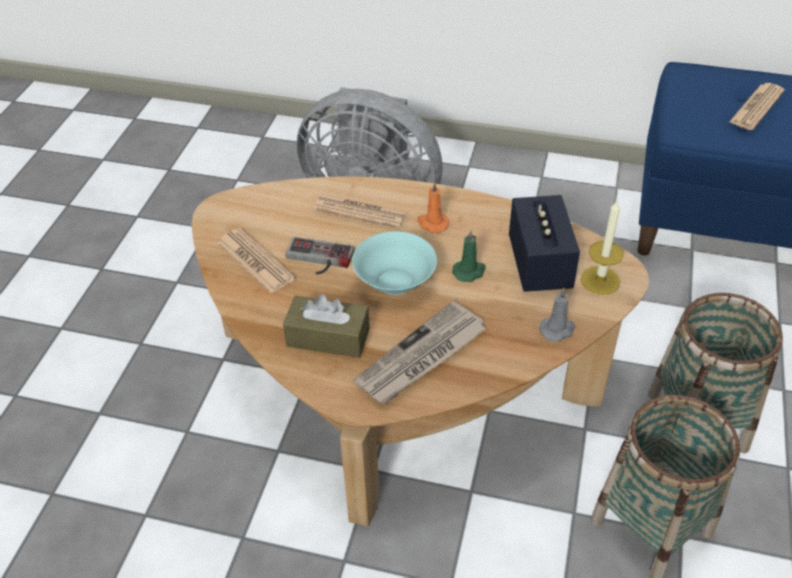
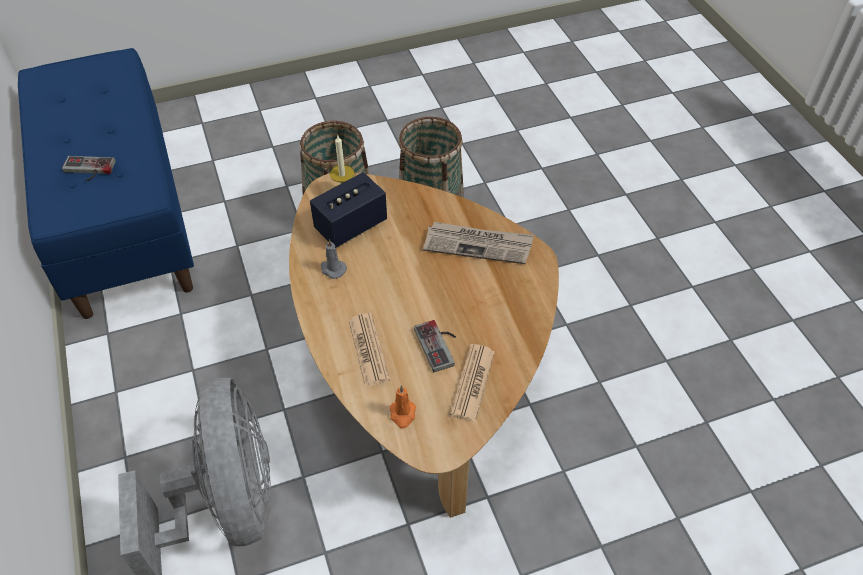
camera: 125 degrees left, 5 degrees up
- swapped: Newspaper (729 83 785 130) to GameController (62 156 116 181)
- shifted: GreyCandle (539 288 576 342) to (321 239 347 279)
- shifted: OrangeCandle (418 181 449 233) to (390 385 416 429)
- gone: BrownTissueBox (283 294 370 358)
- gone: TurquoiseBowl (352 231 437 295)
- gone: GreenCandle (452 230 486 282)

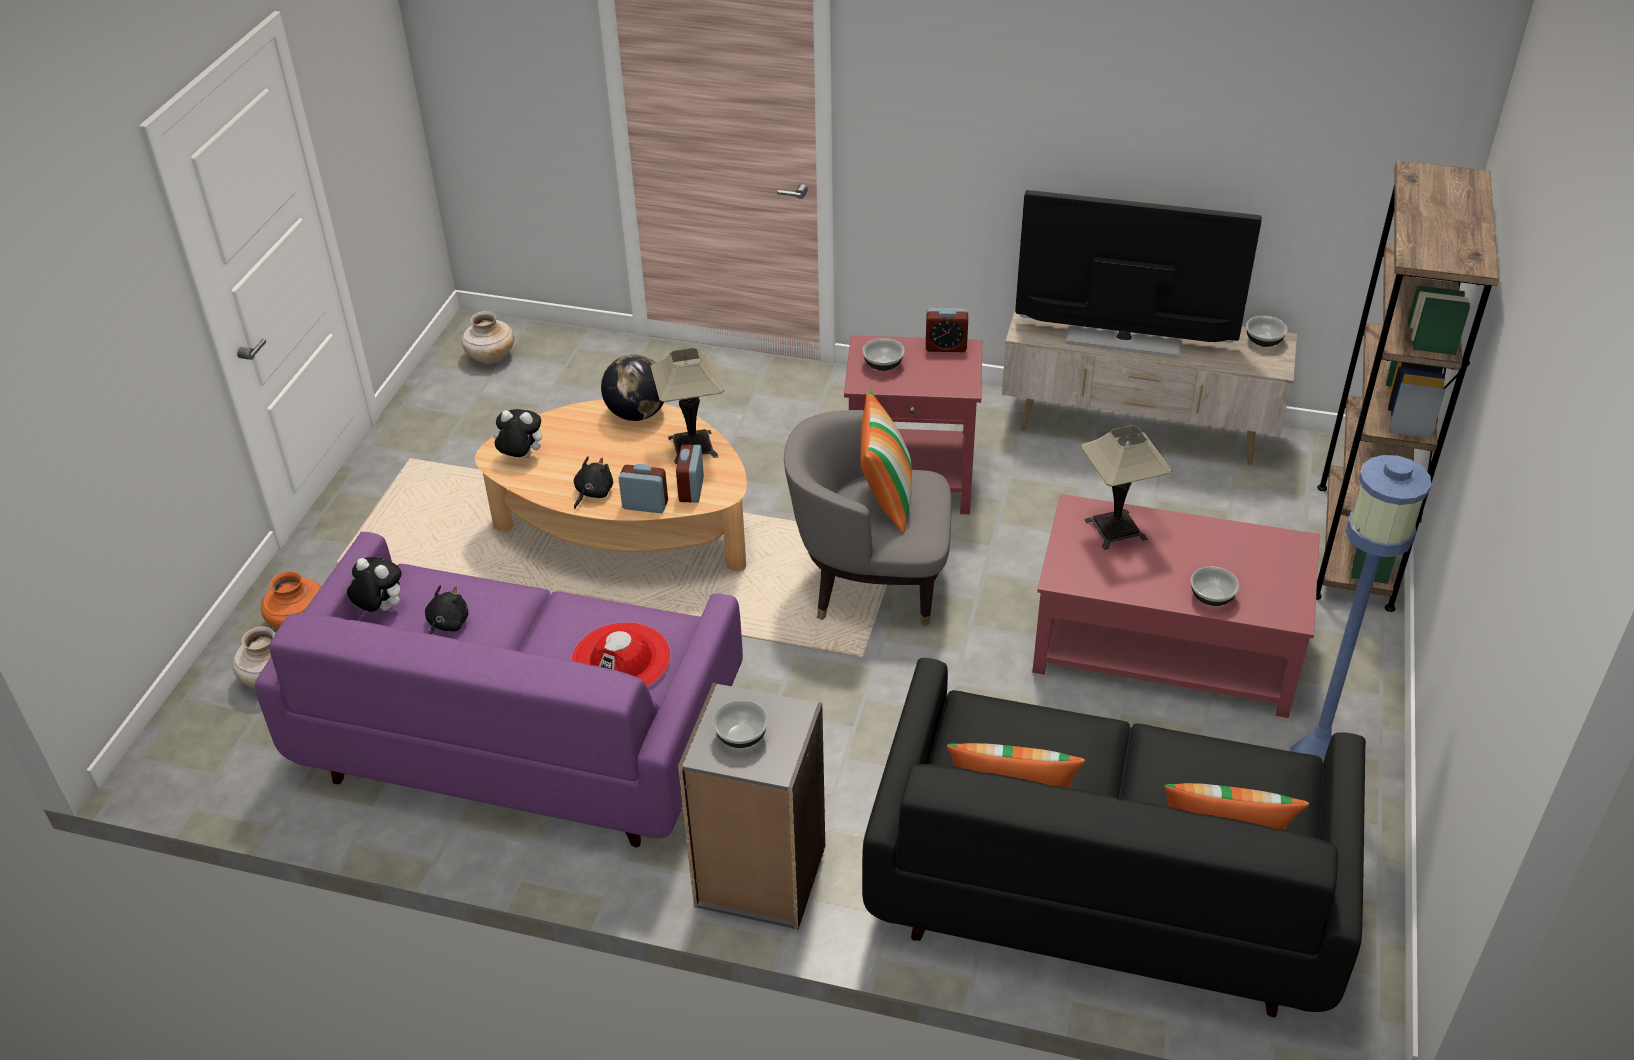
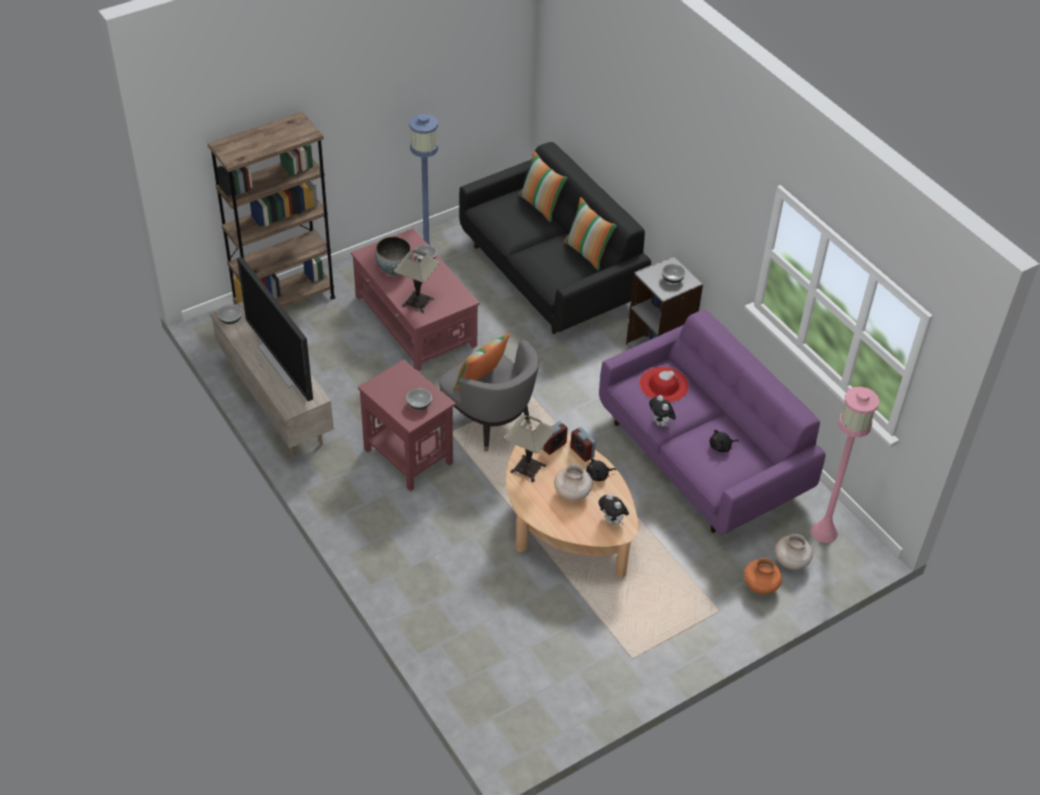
camera: 140 degrees left, 5 degrees up
- new: Bowl (375 237 412 276)
- shifted: BeigeVase (461 311 514 364) to (554 464 592 501)
- shifted: PlushToy (347 557 402 612) to (649 395 676 427)
- new: PinkFloorLamp (811 387 880 543)
- gone: Globe (601 354 664 421)
- gone: AlarmClock (926 308 968 352)

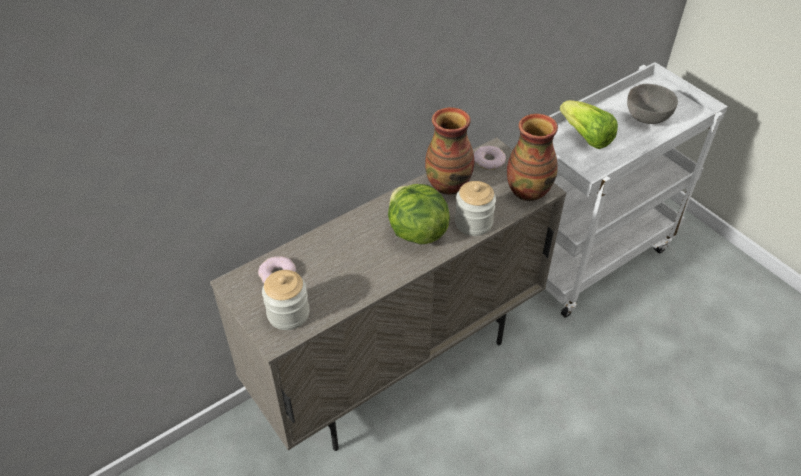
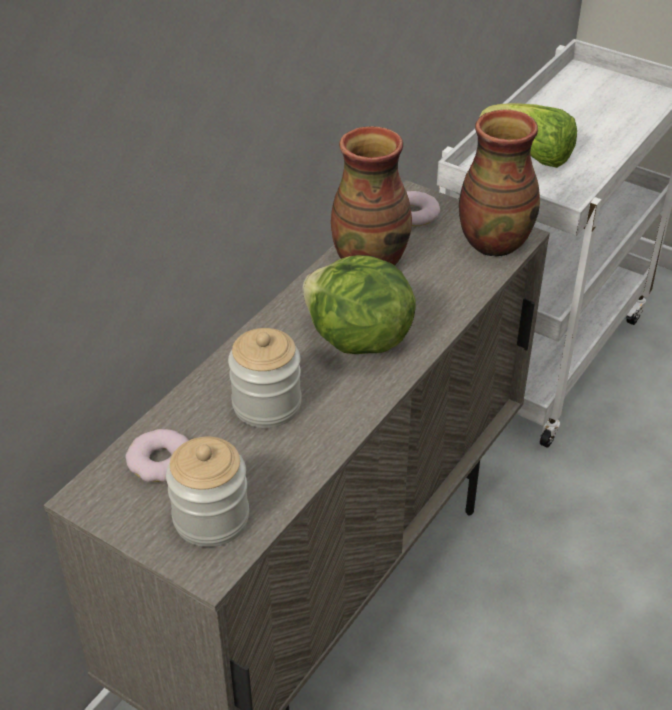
camera: 20 degrees left, 5 degrees down
- shifted: Jar (455 181 496 236) to (228 328 302 428)
- gone: GreyBowl (627 84 678 124)

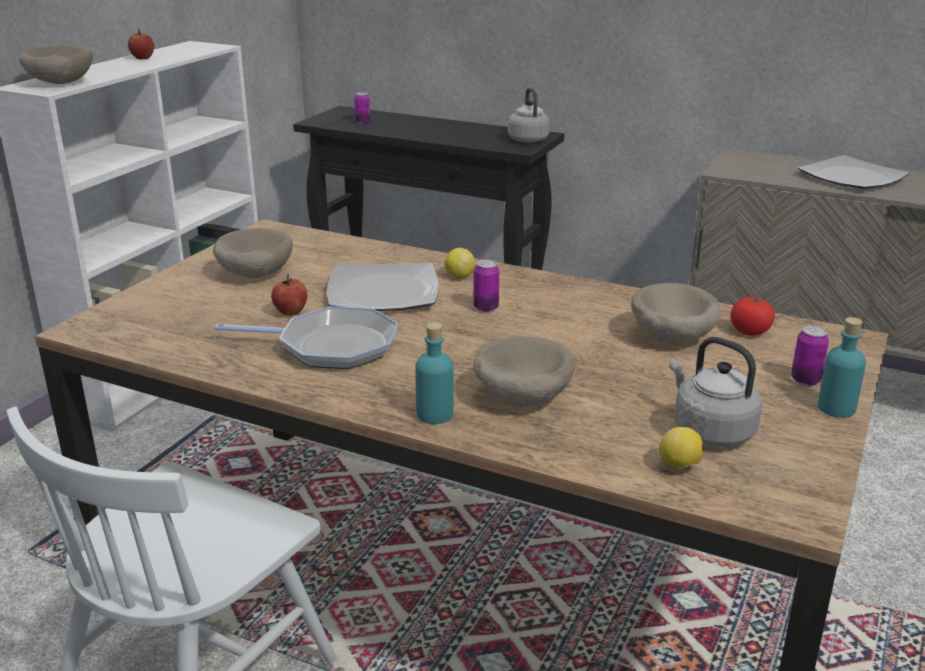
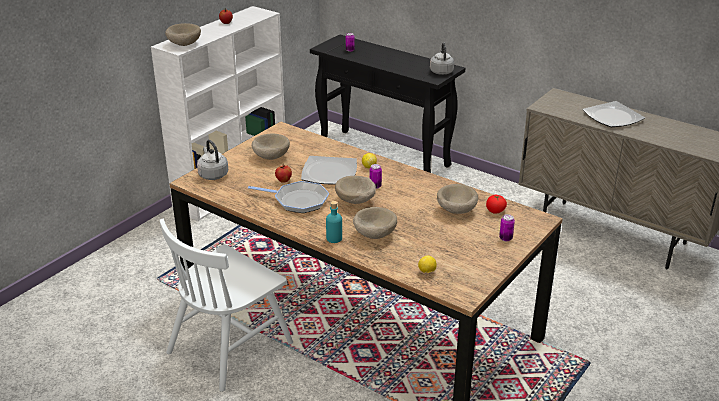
camera: 10 degrees right, 5 degrees up
- shifted: GreyKettle (669 337 762 447) to (197 140 228 180)
- new: BeigeBowl (335 176 376 204)
- gone: TurquoiseBottle (818 317 866 418)

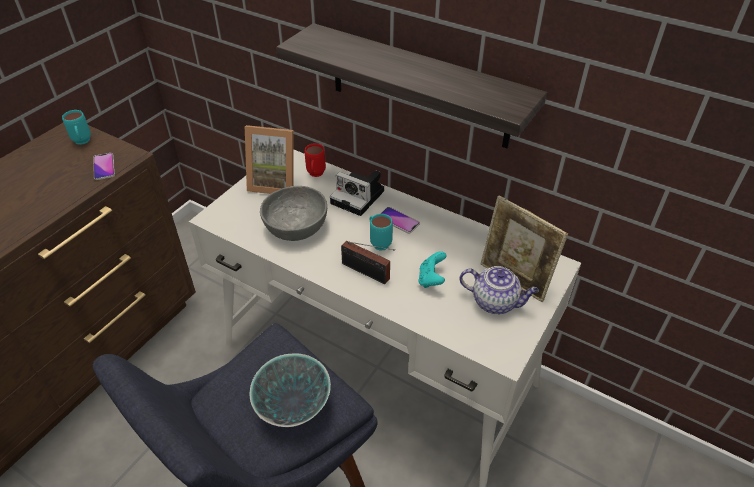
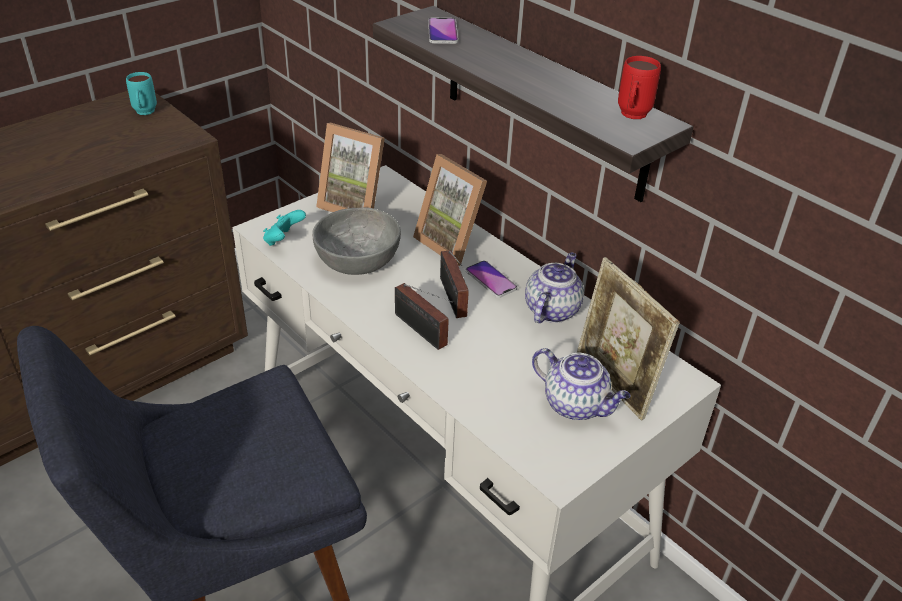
camera: 15 degrees right, 5 degrees down
- shifted: TurquoiseGameController (418 251 446 288) to (263 210 306 246)
- swapped: PhotoCamera (330 171 384 216) to PictureFrame (413 154 487 266)
- shifted: Phone (93 153 115 180) to (428 18 458 44)
- swapped: TurquoiseMug (370 214 393 251) to Radio (440 250 470 318)
- new: Teapot (525 252 584 323)
- shifted: RedMug (305 143 326 177) to (618 56 661 119)
- gone: Bowl (250 354 331 427)

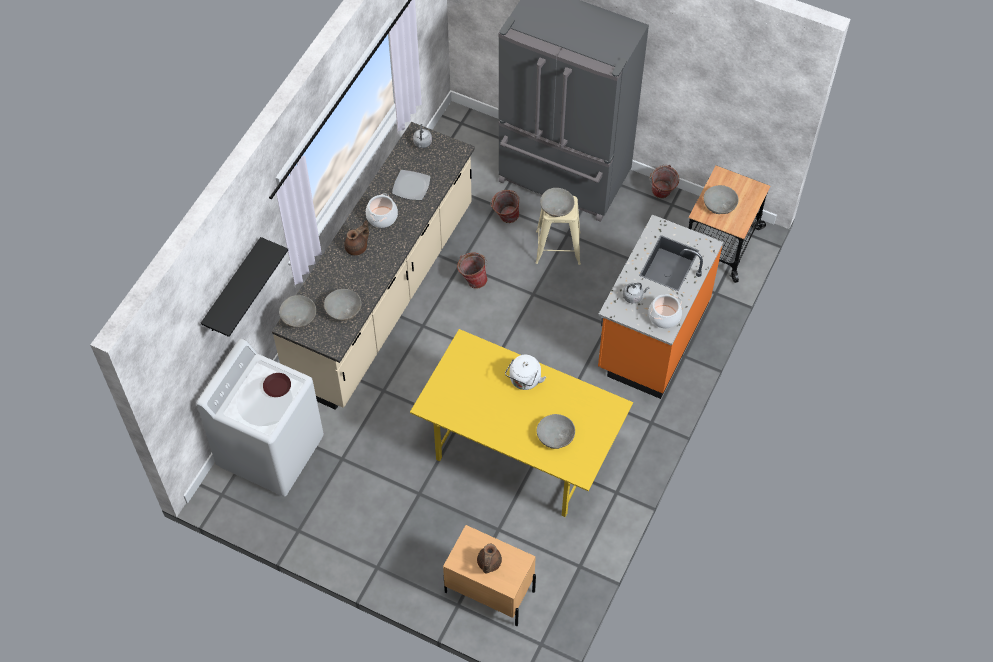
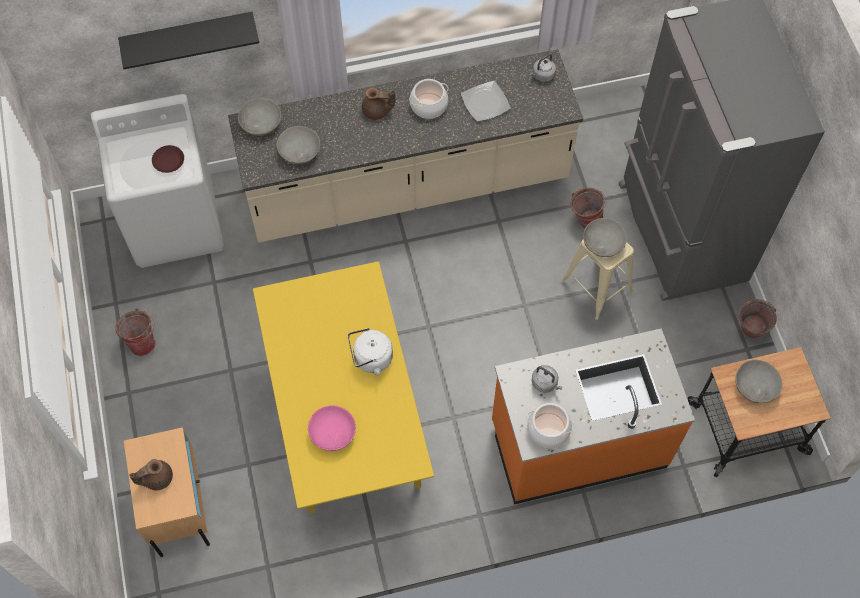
camera: 50 degrees right, 5 degrees up
- shifted: Bucket (457 253 488 289) to (115 308 156 356)
- repainted: GreyBowl (537 414 575 449) to PinkBowl (308 406 356 451)

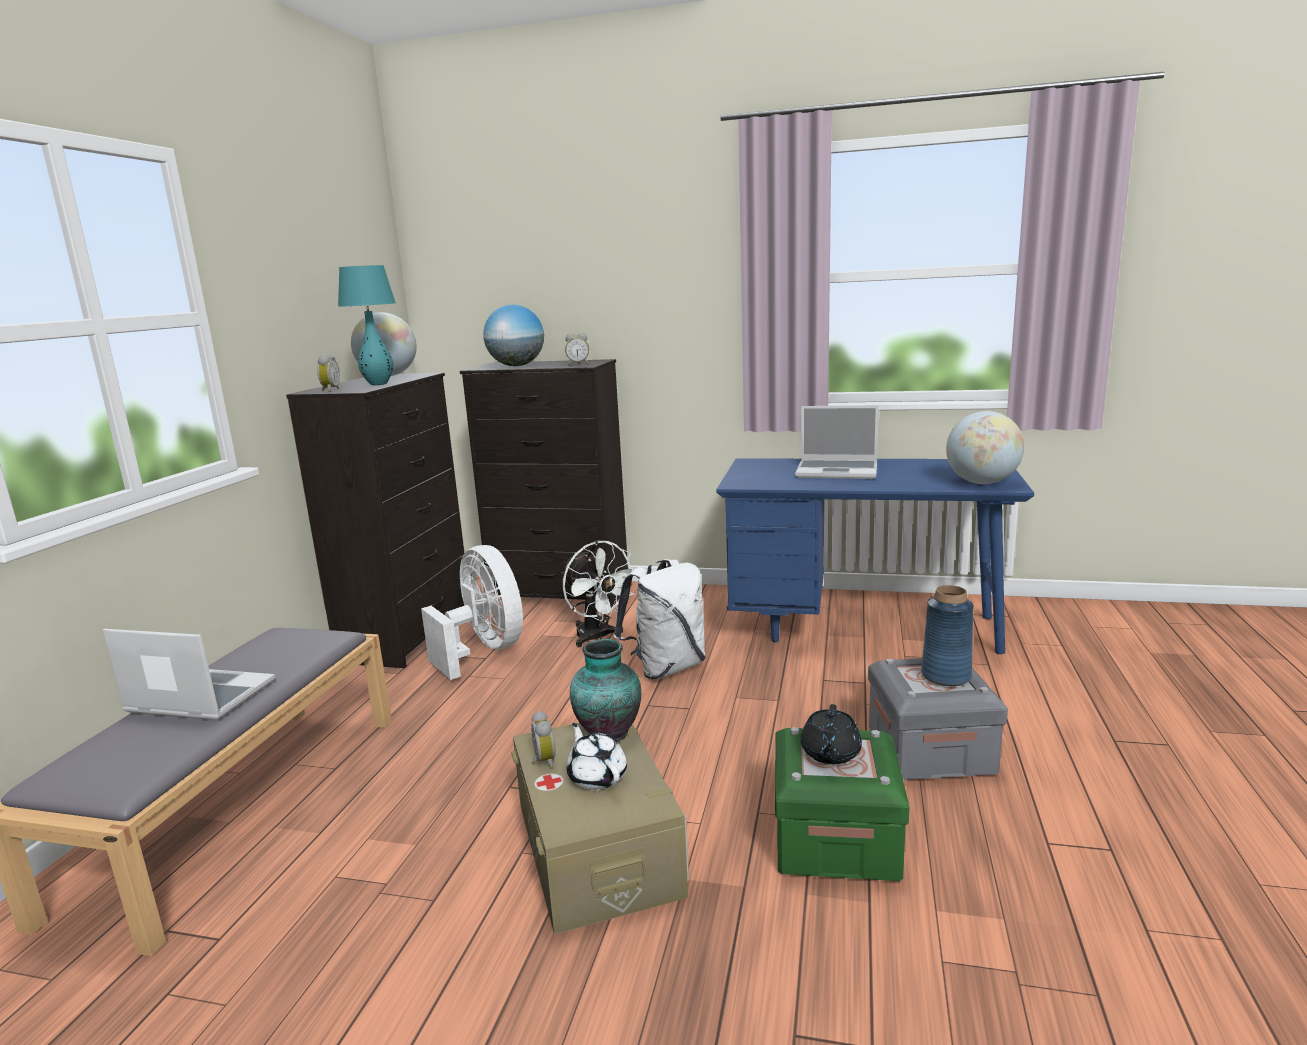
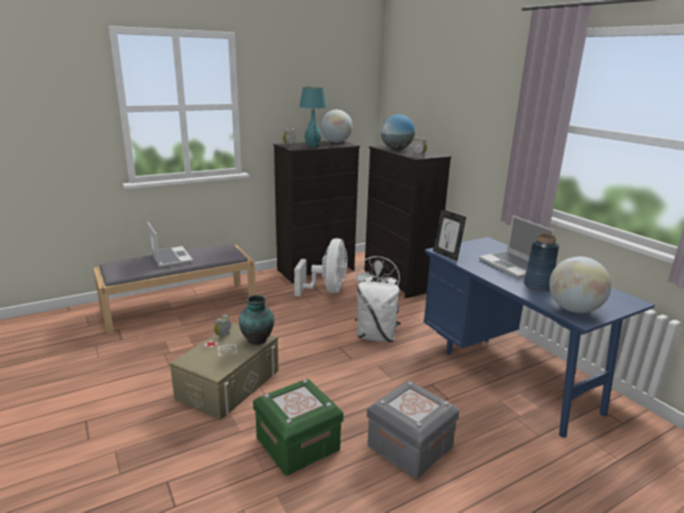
camera: 45 degrees right, 5 degrees up
- new: PictureFrame (433 209 466 261)
- shifted: BlueVase (921 585 974 686) to (524 234 559 291)
- gone: WhiteTeapot (567 723 627 790)
- gone: BlackTeapot (801 704 862 764)

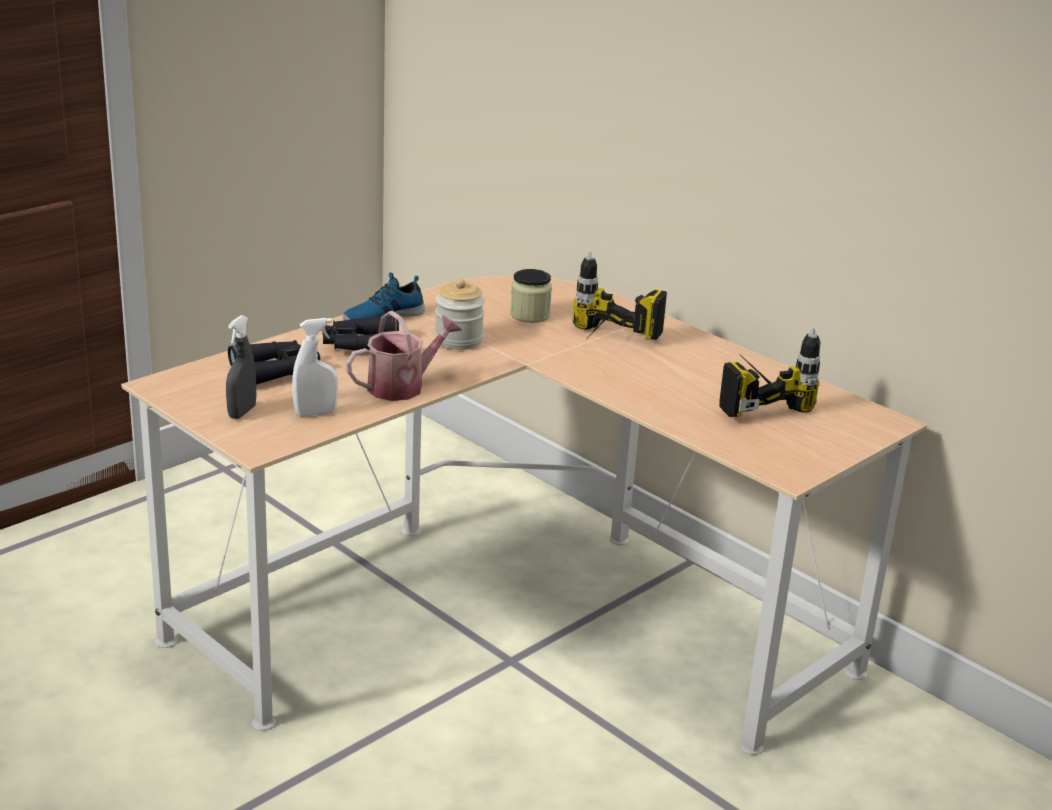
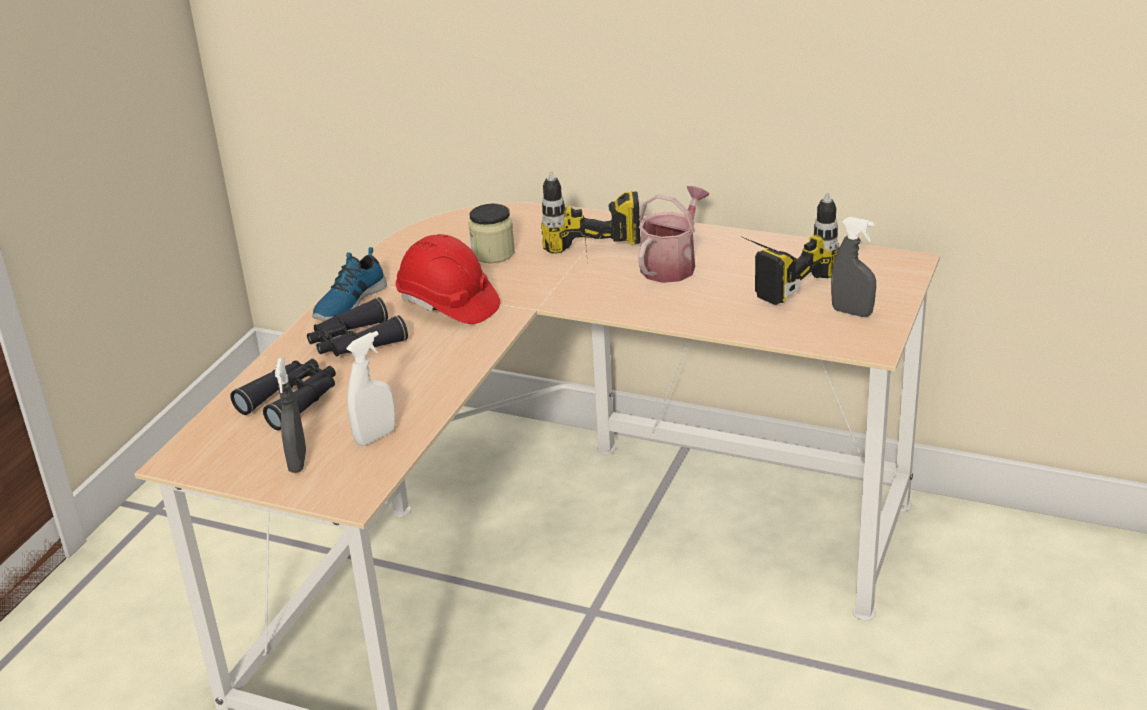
camera: 20 degrees left, 5 degrees up
- swapped: Jar (435 279 485 350) to RedHardHat (396 234 500 324)
- shifted: WateringCan (346 311 462 401) to (638 186 709 283)
- new: GreySprayBottle (831 217 876 317)

